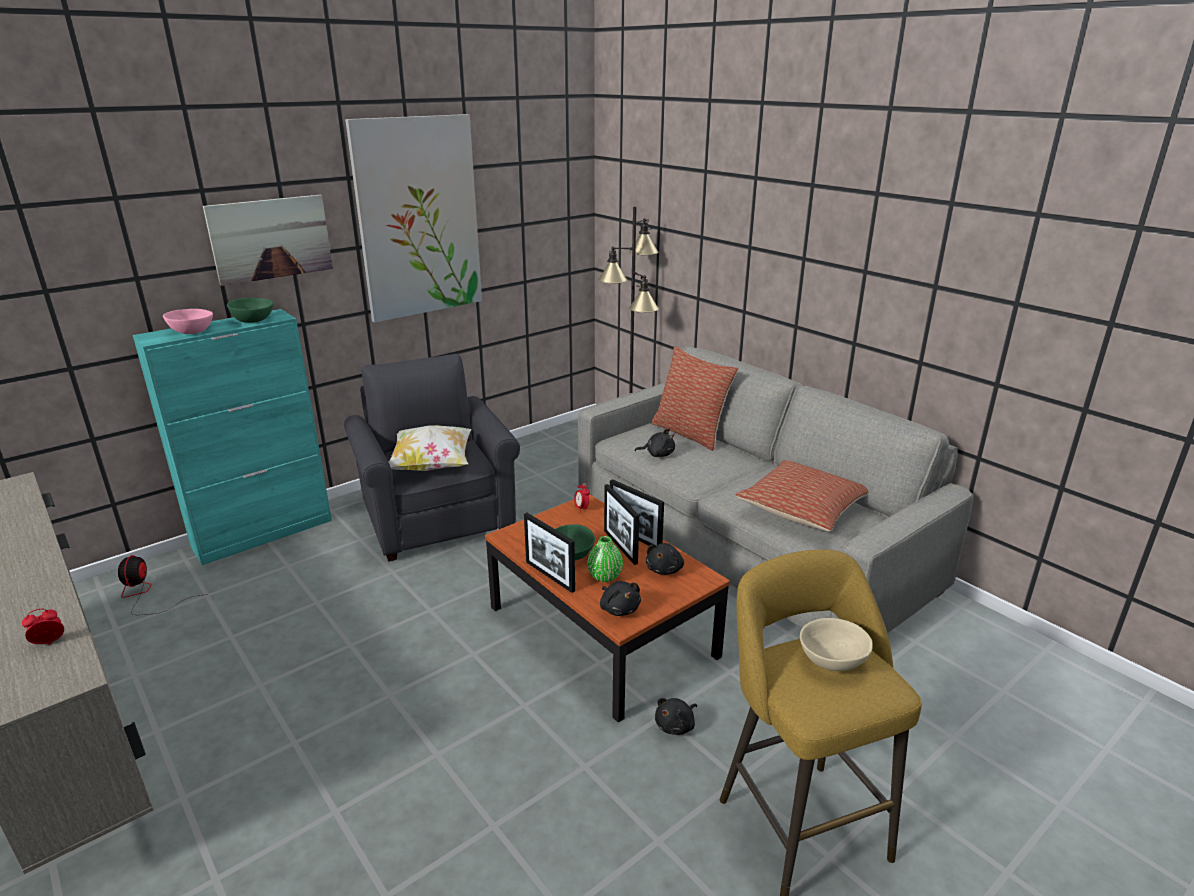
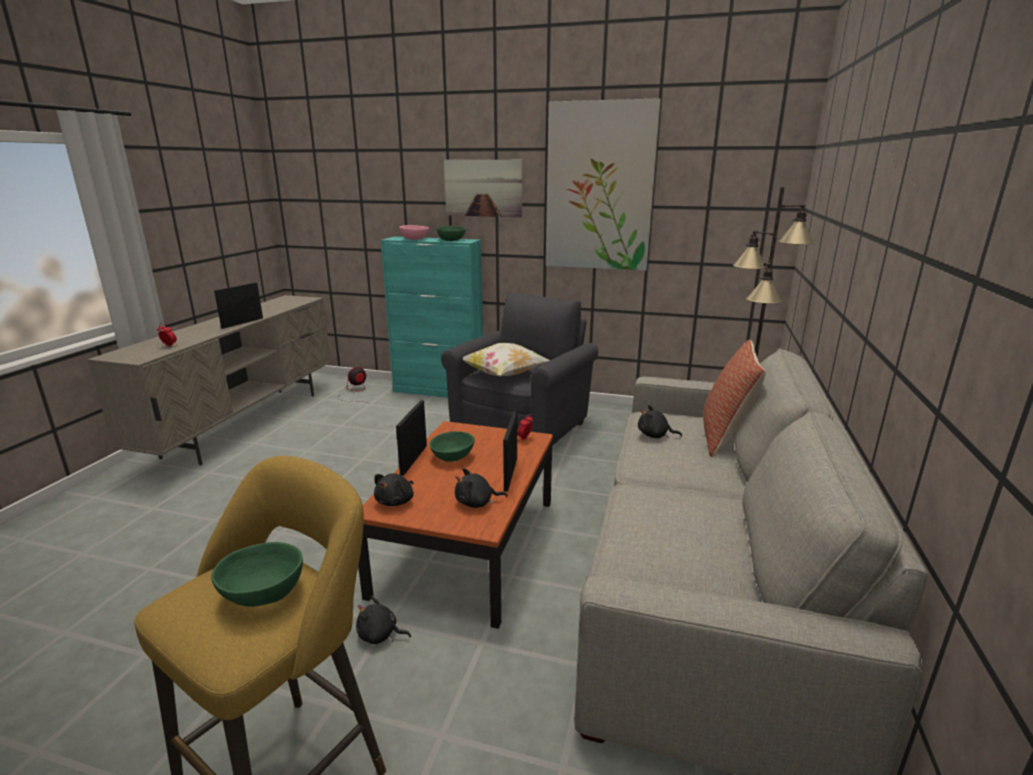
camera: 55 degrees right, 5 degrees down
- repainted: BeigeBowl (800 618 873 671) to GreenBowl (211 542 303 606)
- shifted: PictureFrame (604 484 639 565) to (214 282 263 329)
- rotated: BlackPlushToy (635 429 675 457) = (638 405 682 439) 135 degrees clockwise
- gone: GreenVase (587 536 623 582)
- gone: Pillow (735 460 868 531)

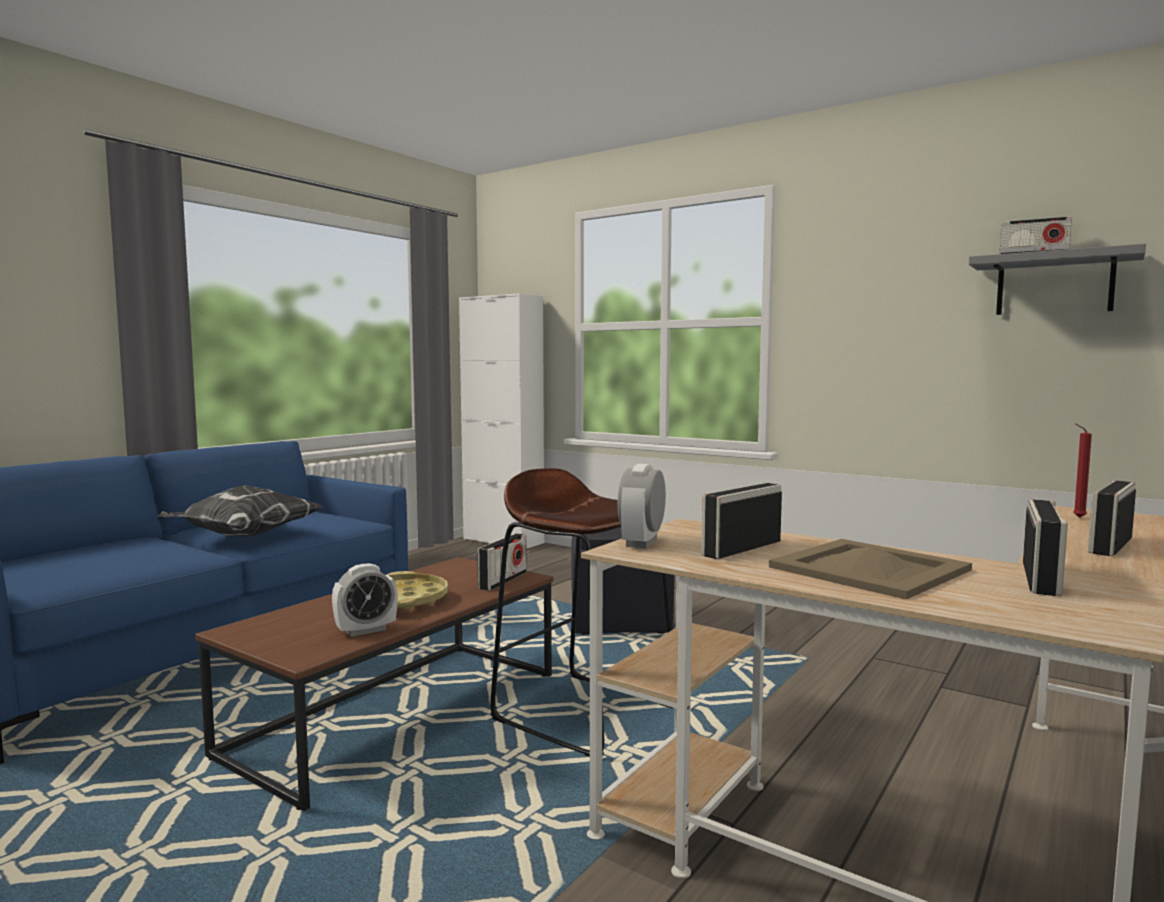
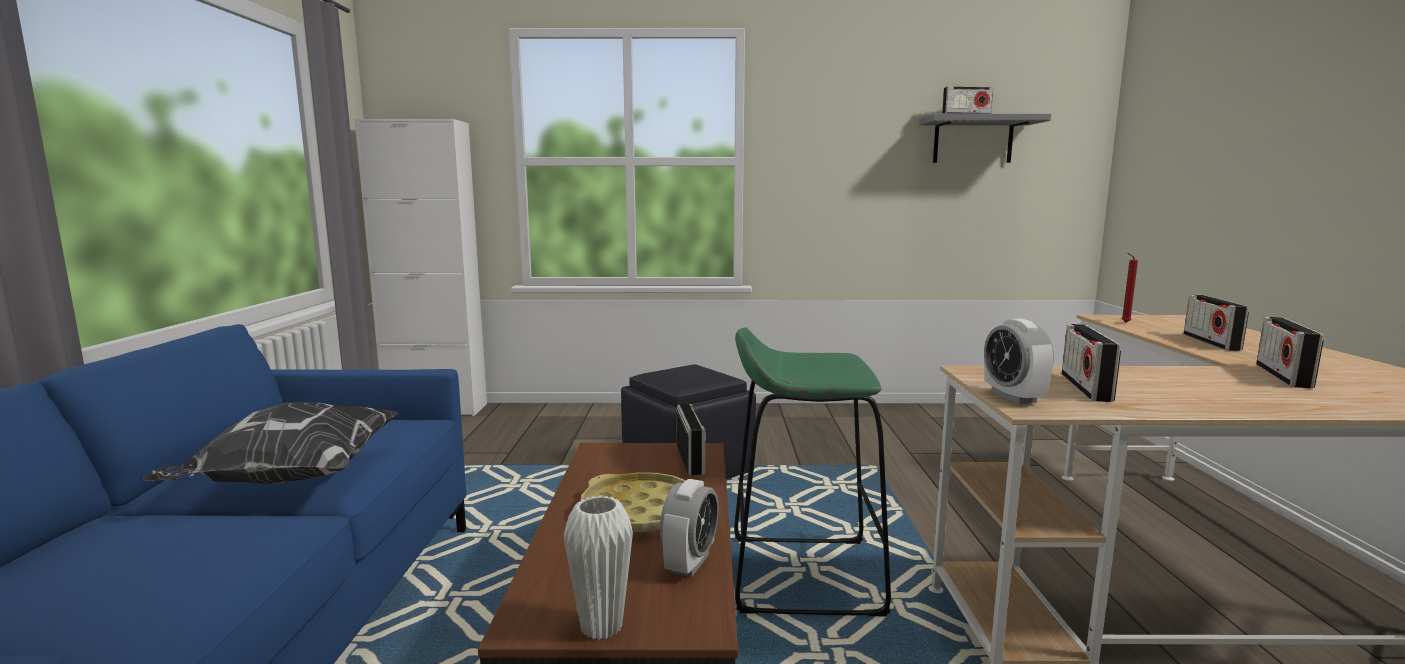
camera: 35 degrees left, 5 degrees up
- new: WhiteVase (564 496 633 640)
- repainted: BrownStool (490 468 673 757) to GreenStool (734 327 891 617)
- rotated: Radio (1023 500 1068 596) = (1256 317 1324 388) 150 degrees counterclockwise
- gone: BeigeTray (769 539 972 600)

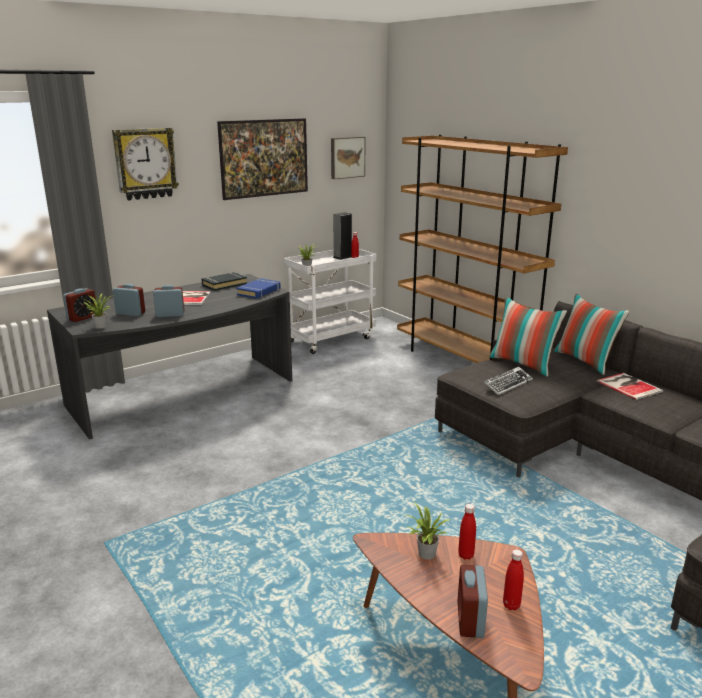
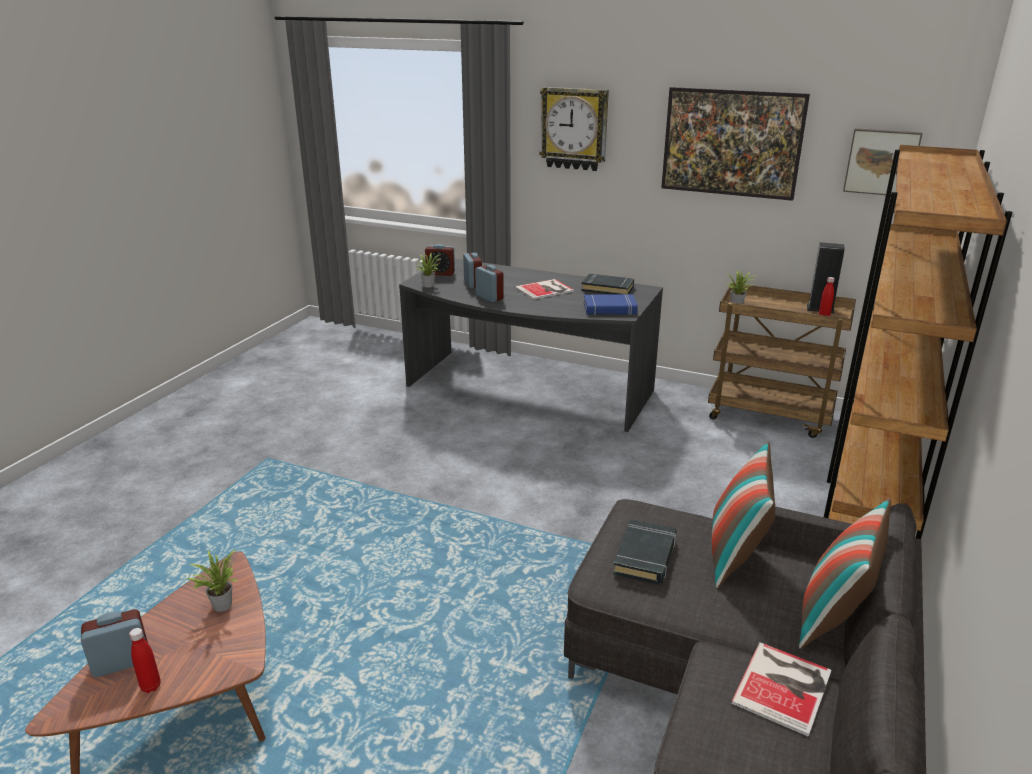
camera: 60 degrees right, 5 degrees up
- swapped: Keyboard (484 367 533 395) to BlackBook (613 519 676 585)
- repainted: WhiteCart (284 249 377 354) to BrownCart (708 283 856 438)
- gone: RedBottle (458 504 476 560)

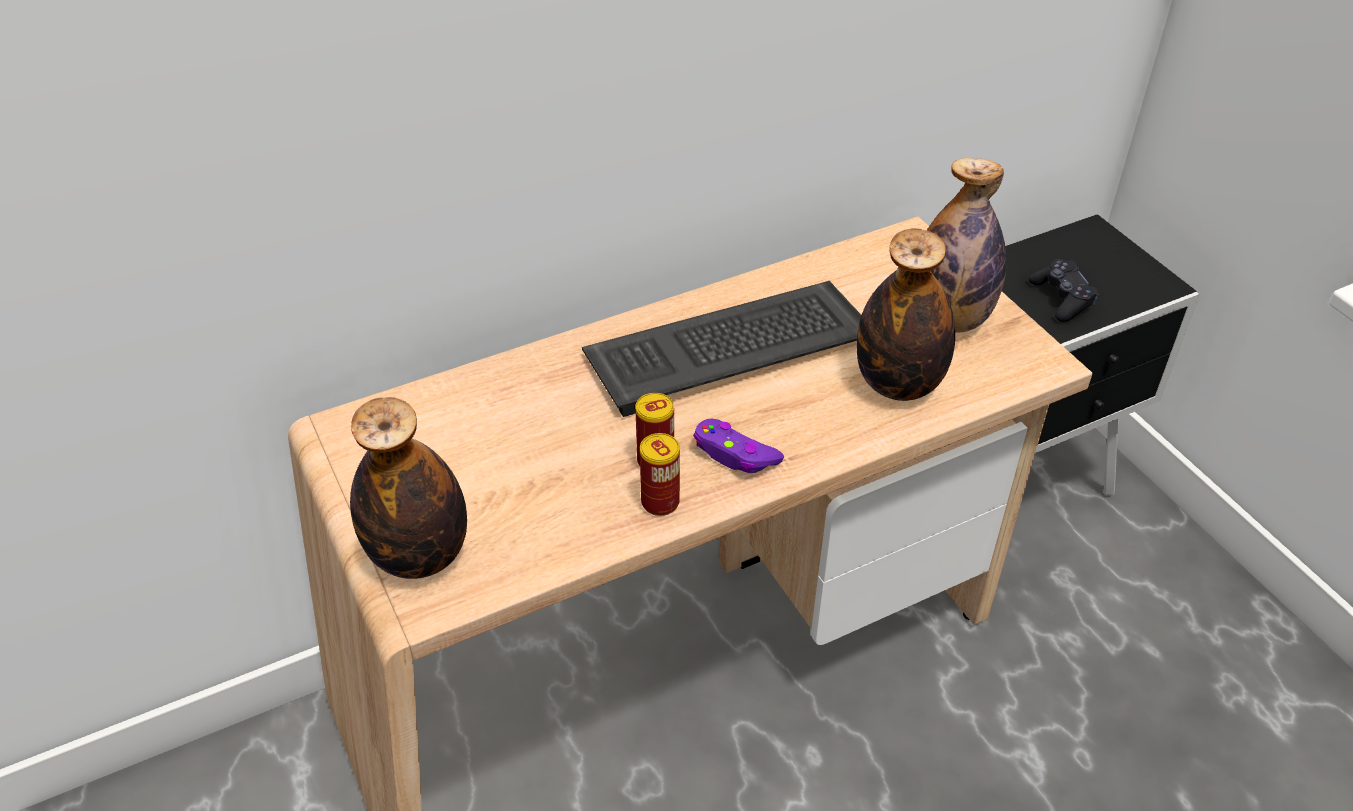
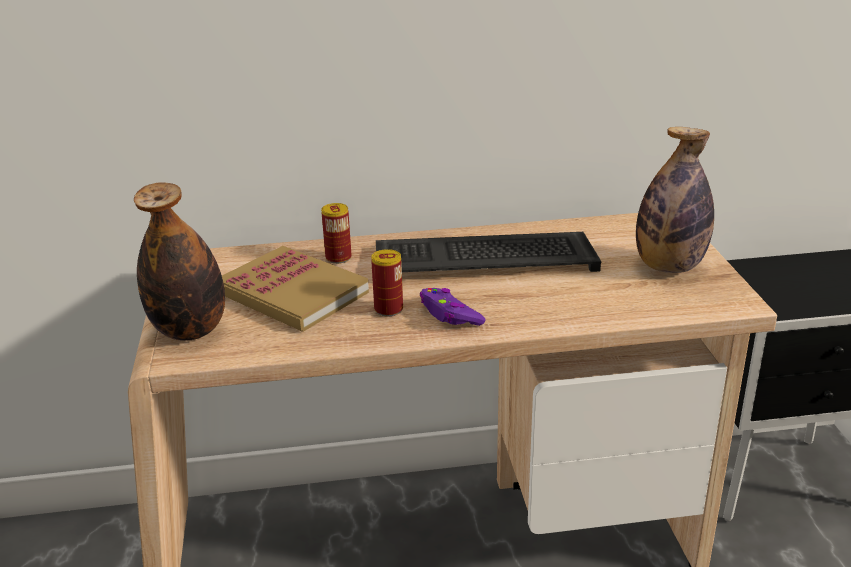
camera: 20 degrees right, 15 degrees down
- new: Book (222 246 369 332)
- shifted: Can (640 433 680 516) to (321 203 352 264)
- gone: Bottle (856 228 955 401)
- gone: BlackGameController (1028 259 1098 322)

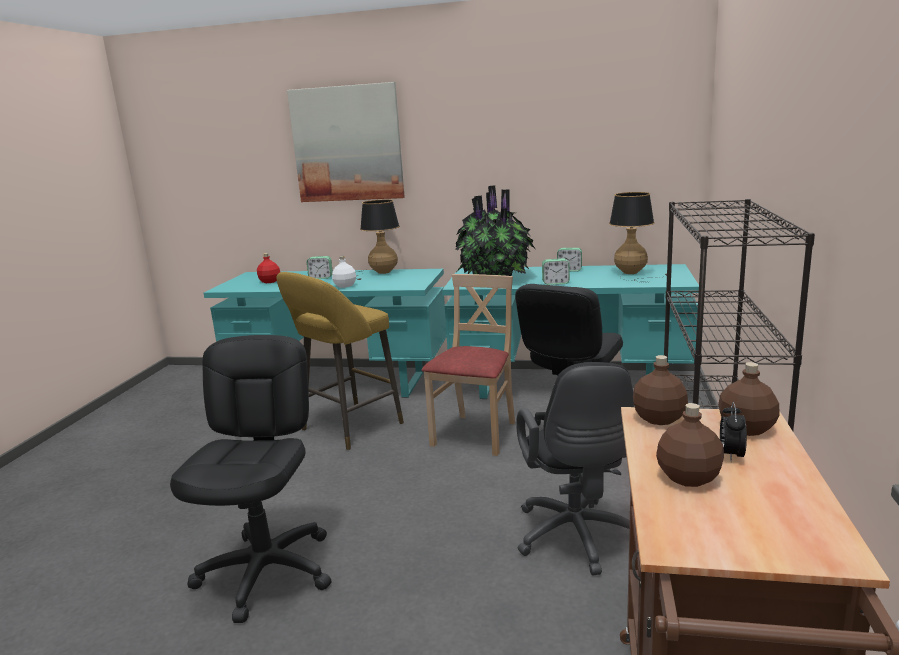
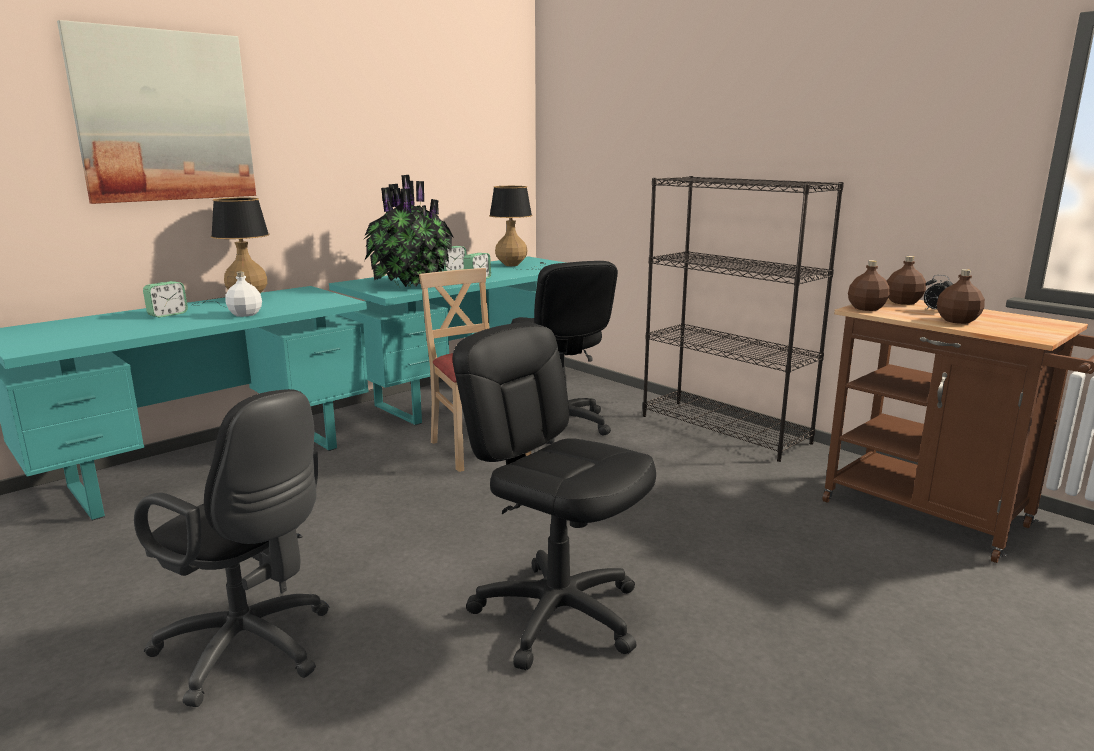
camera: 55 degrees left, 0 degrees up
- shifted: BlackOfficeChair (516 362 635 575) to (134 389 330 707)
- gone: RedBottle (257 253 280 283)
- gone: YellowStool (276 272 404 450)

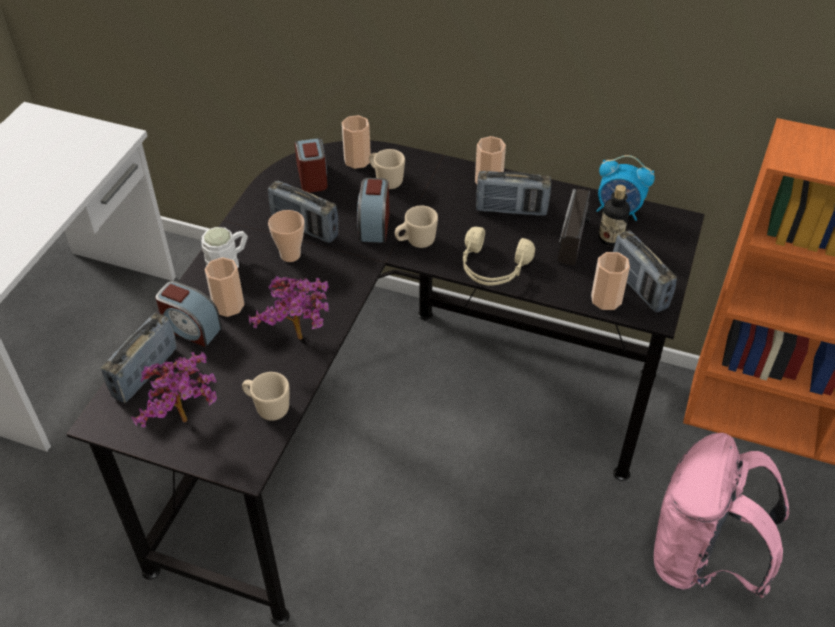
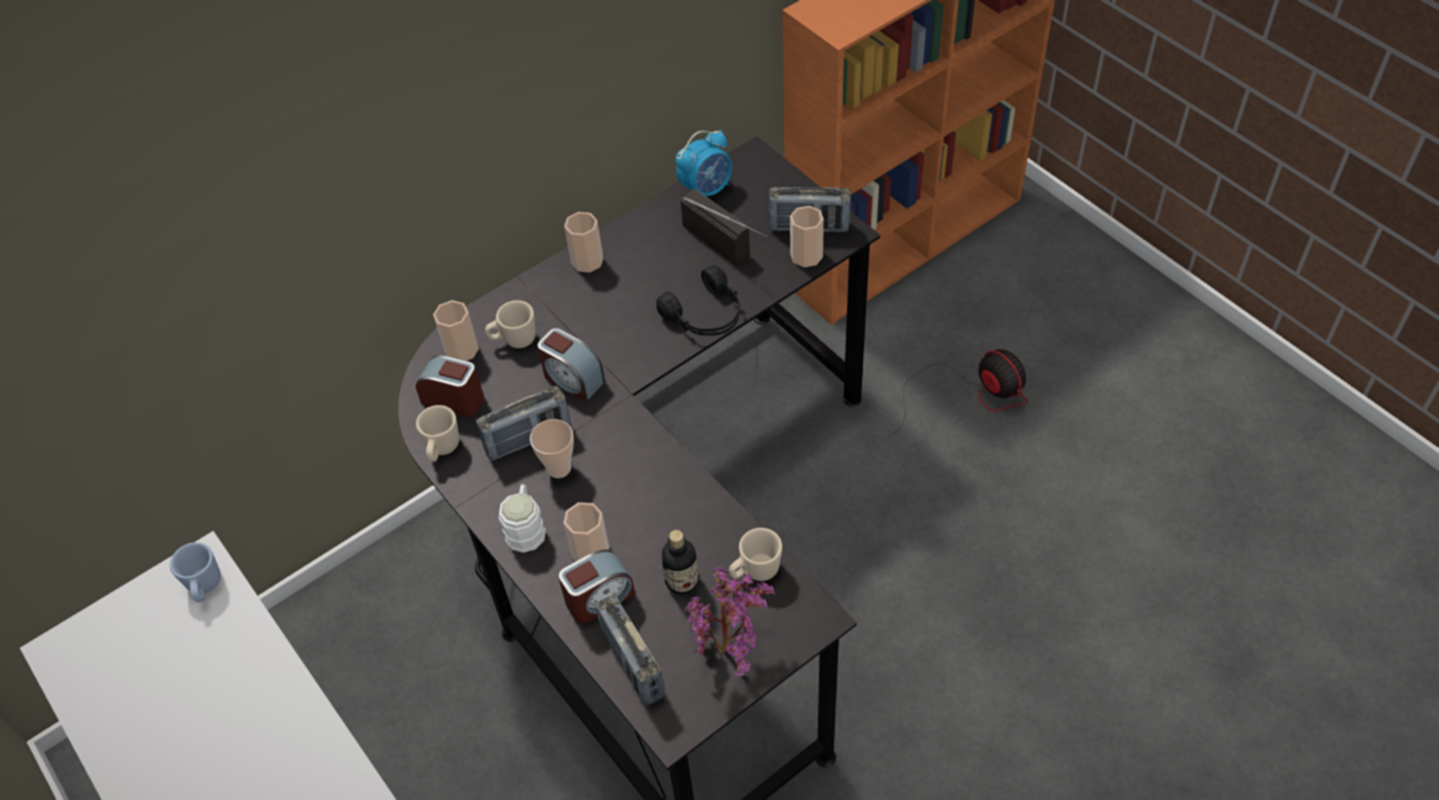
camera: 55 degrees left, 5 degrees up
- new: BlueMug (170 542 221 603)
- shifted: BeigeMug (395 206 438 248) to (416 405 459 462)
- repainted: BeigeHeadphones (463 227 535 285) to BlackHeadphones (656 265 740 336)
- shifted: Bottle (599 185 630 246) to (662 530 699 594)
- swapped: PinkBackpack (654 433 790 598) to Fan (888 349 1028 437)
- gone: PottedPlant (249 276 329 340)
- gone: Radio (476 171 551 216)

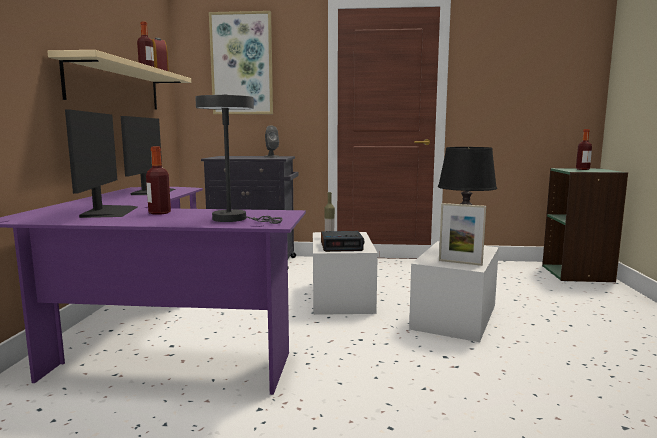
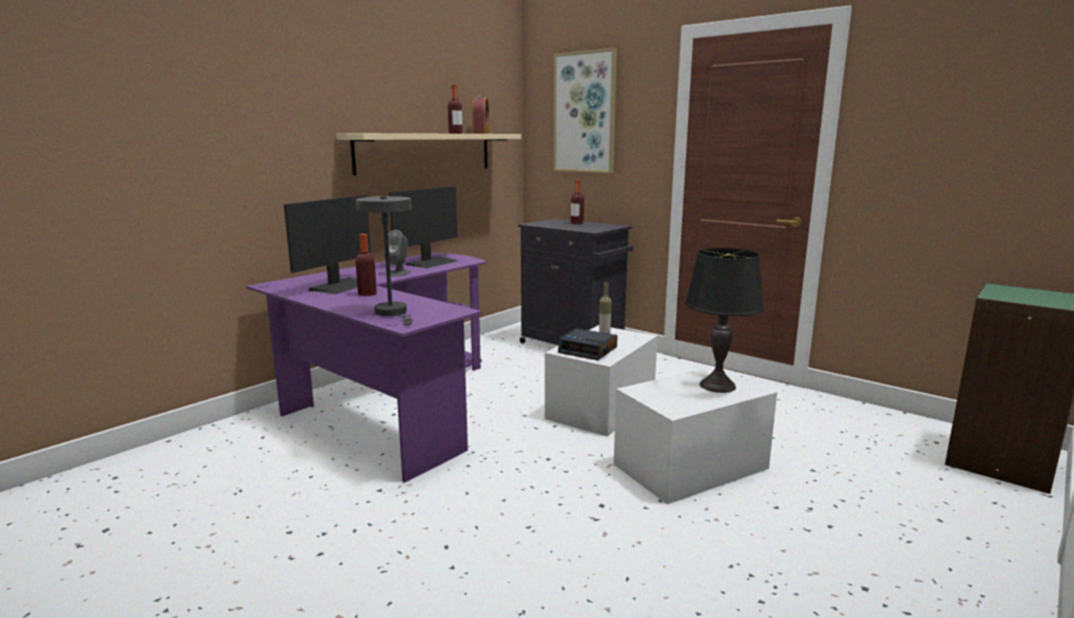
camera: 35 degrees right, 5 degrees up
- shifted: GreySpeaker (264 126 279 157) to (384 230 411 276)
- shifted: Bottle (576 129 592 170) to (571 180 584 224)
- gone: PictureFrame (439 203 486 266)

